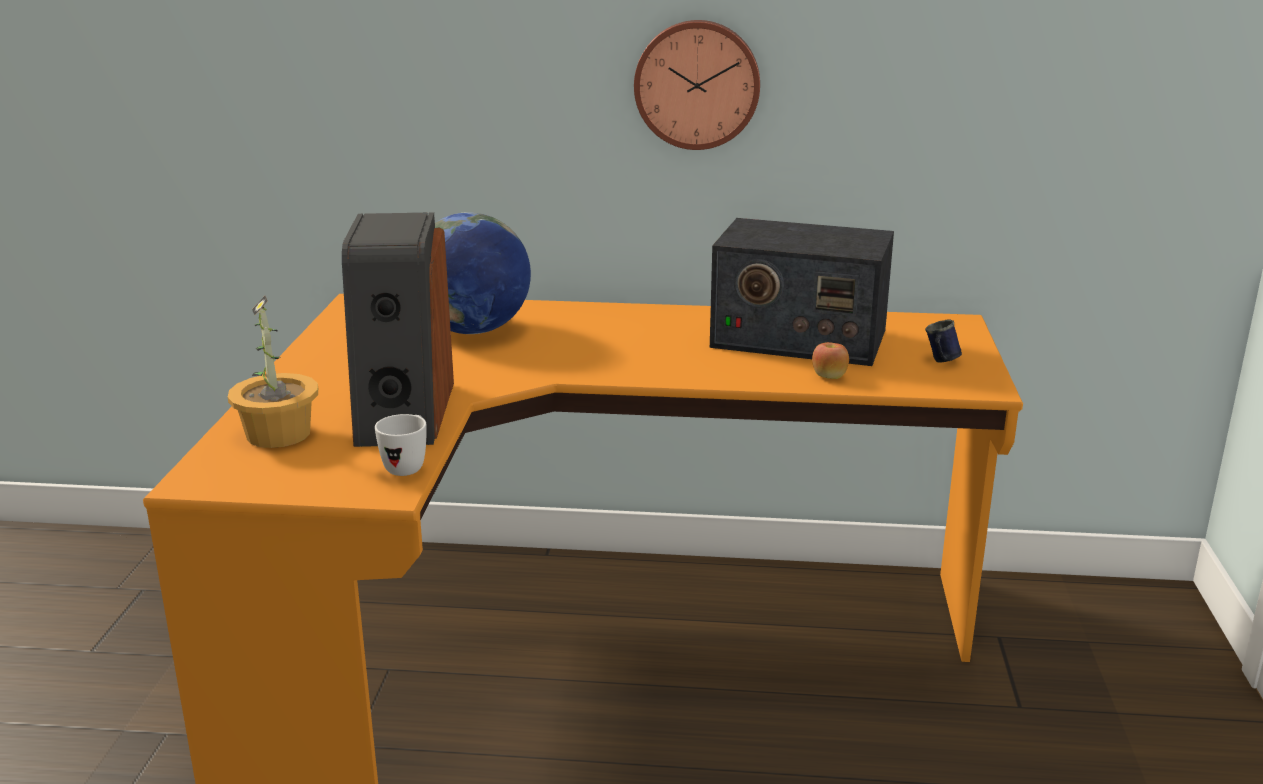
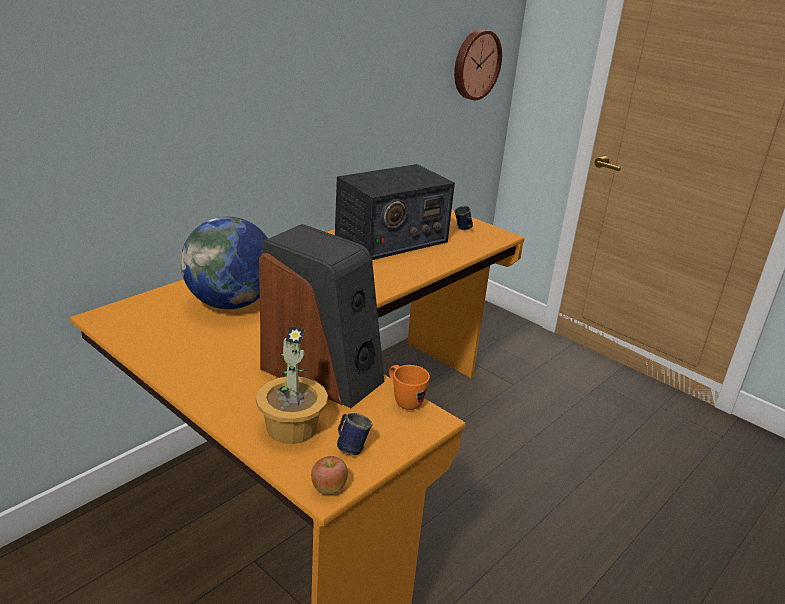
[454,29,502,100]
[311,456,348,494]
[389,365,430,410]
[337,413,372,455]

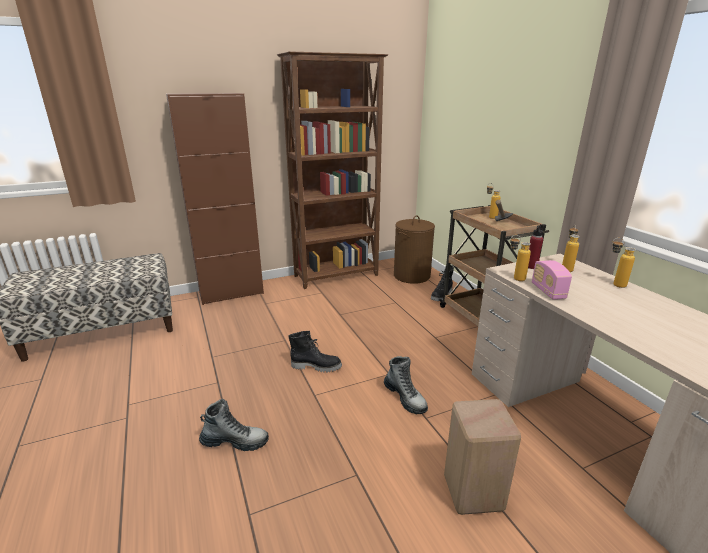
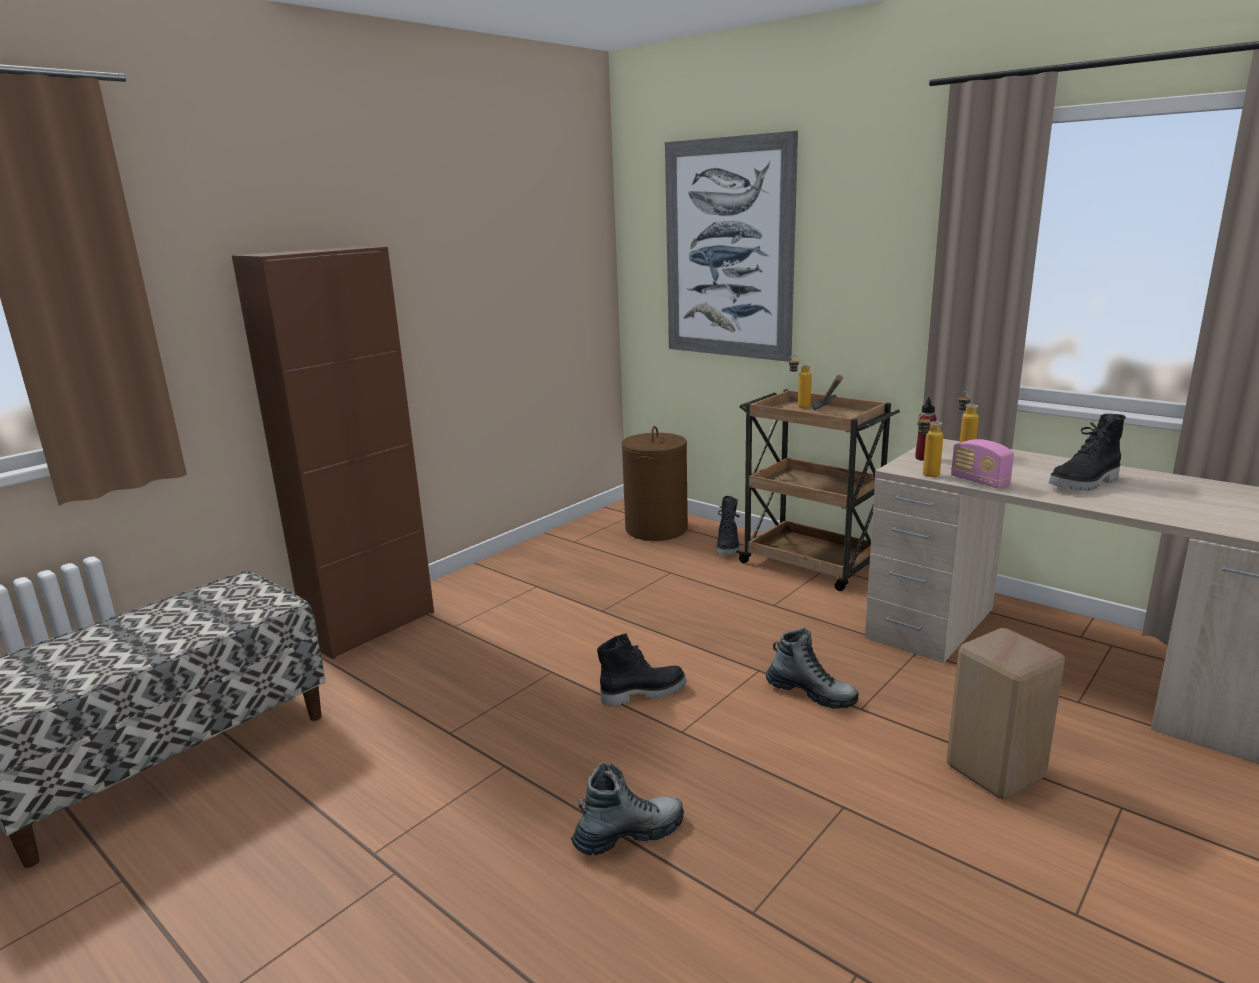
[277,51,388,289] (first image)
[612,238,636,288] (first image)
[665,131,798,362]
[1049,414,1126,491]

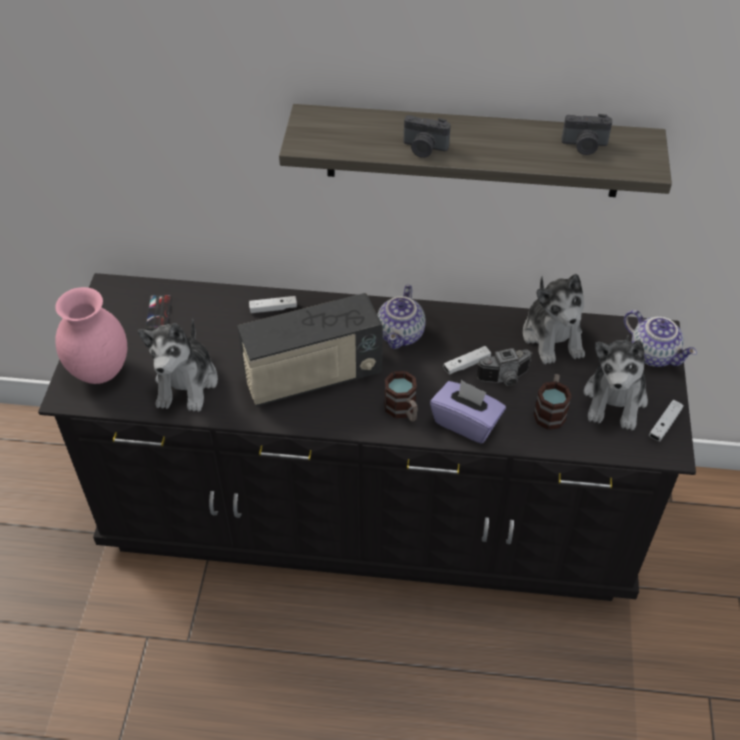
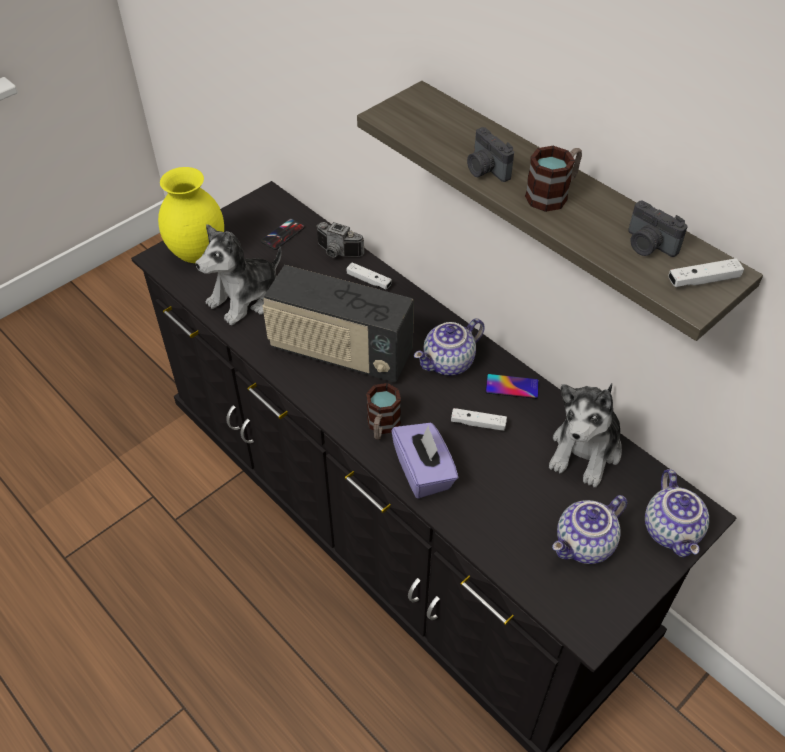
[158,167,224,263]
[552,495,627,564]
[316,222,364,257]
[525,146,582,212]
[668,258,744,287]
[485,374,539,399]

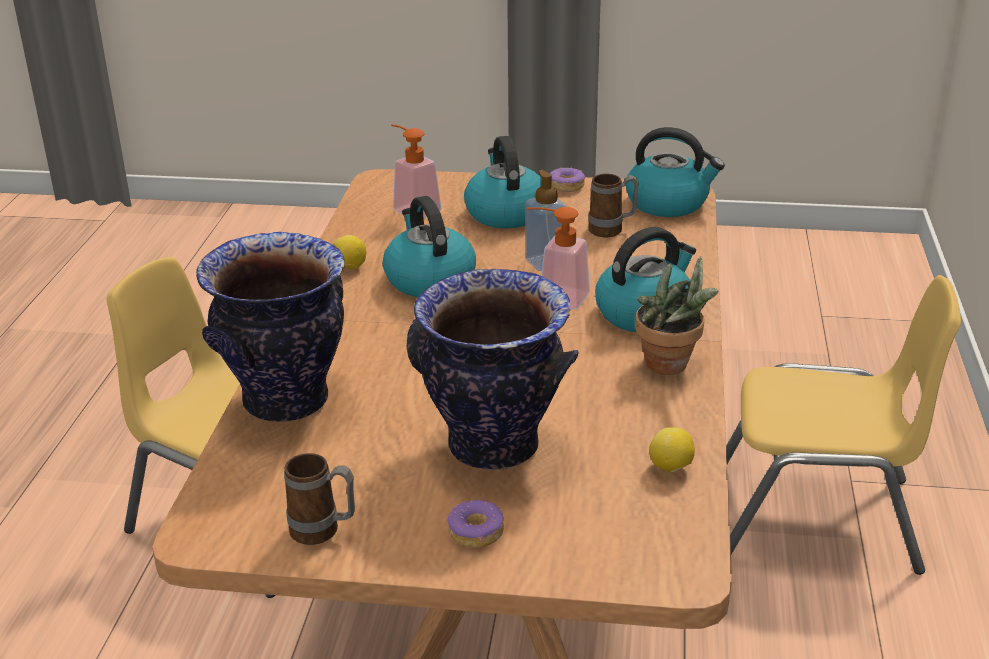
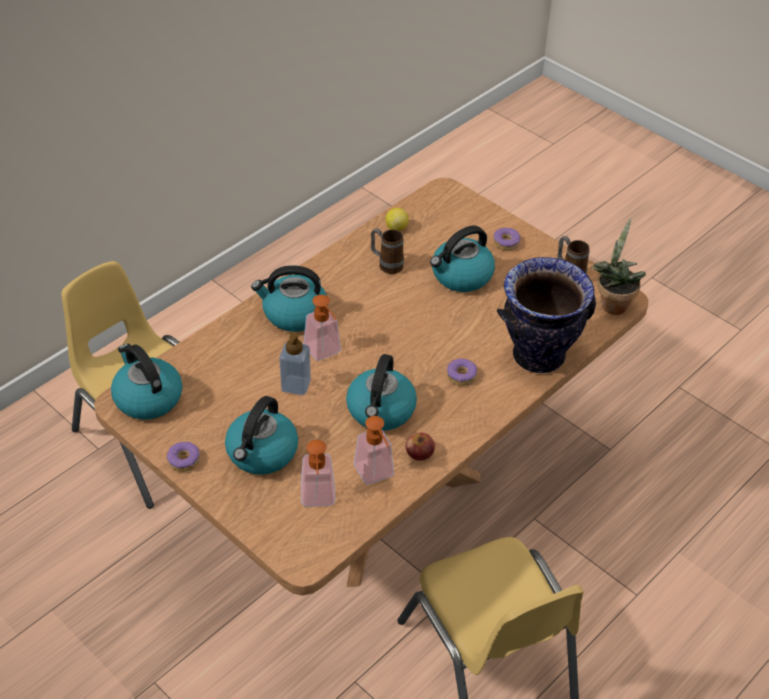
[371,228,404,274]
[406,432,435,461]
[591,218,646,315]
[430,226,495,292]
[447,359,477,386]
[354,416,394,485]

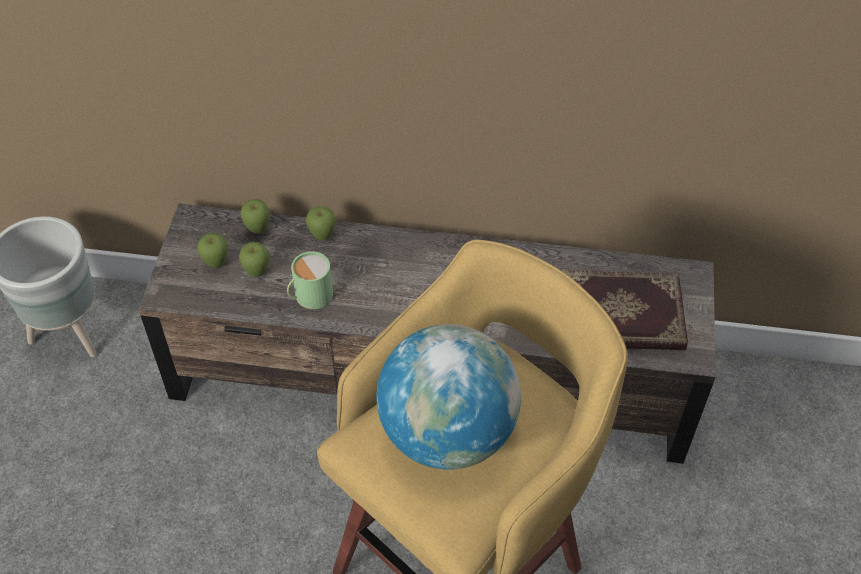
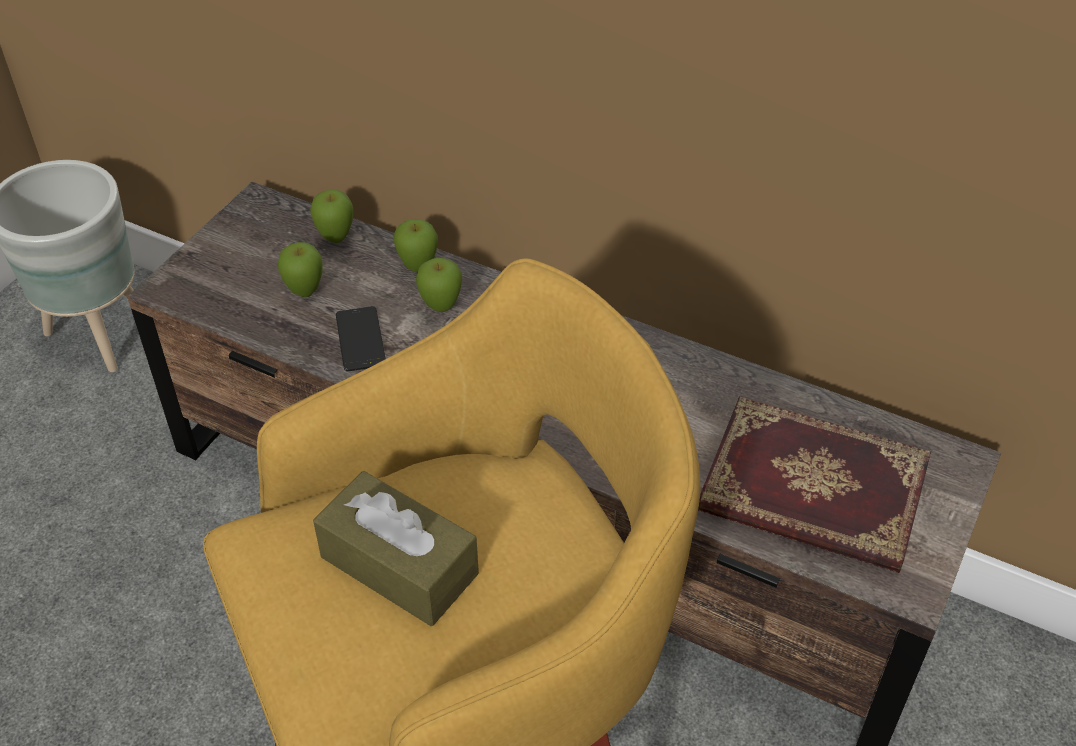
[416,258,462,312]
[336,306,386,371]
[313,471,479,626]

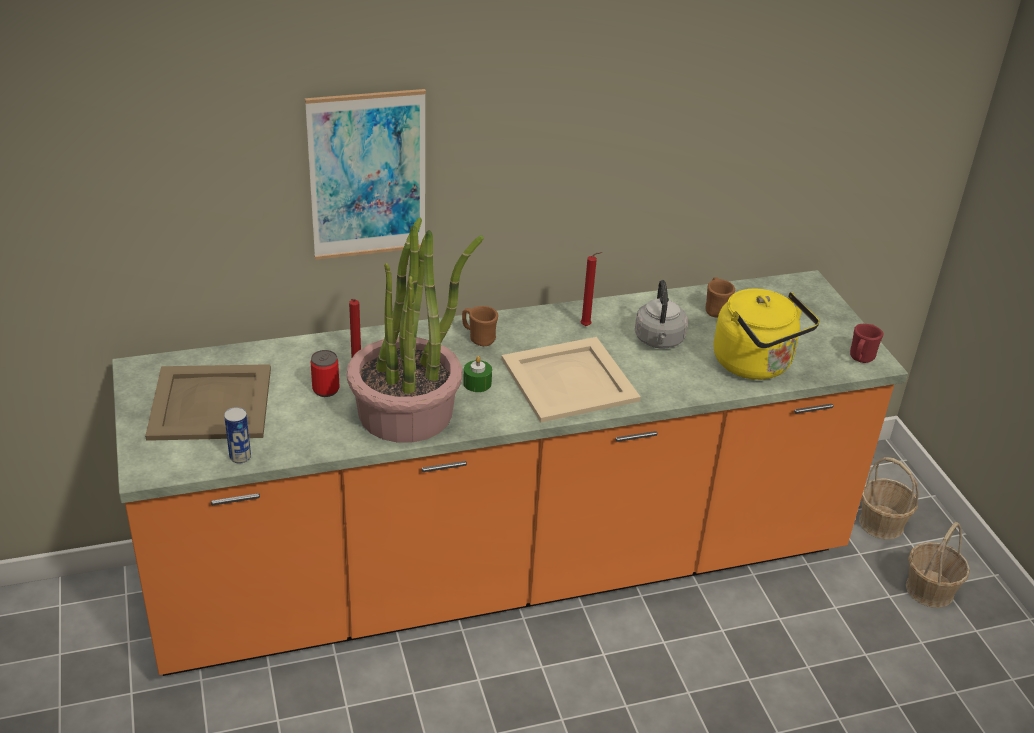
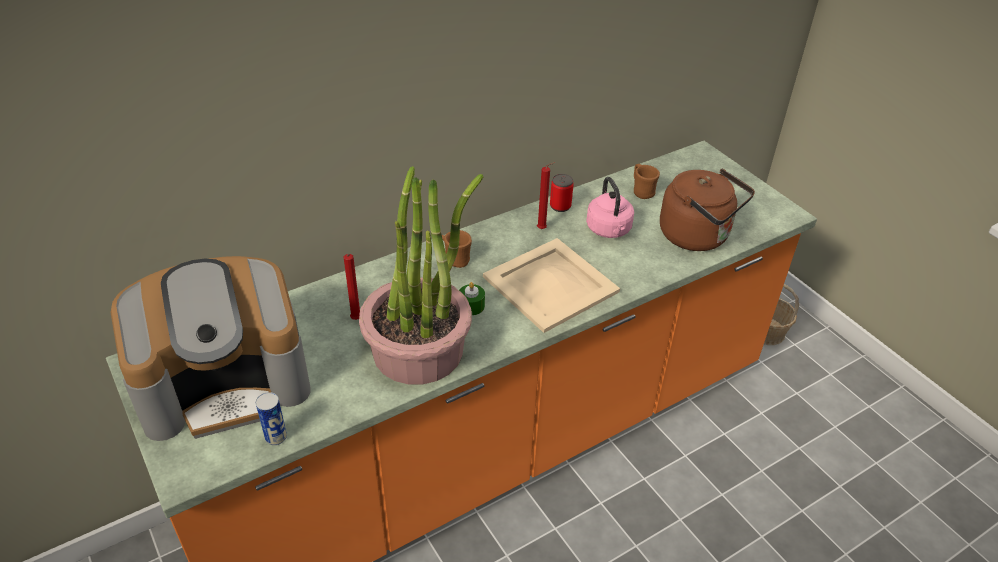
[305,89,426,260] (first image)
[586,177,634,238]
[660,169,755,251]
[850,324,884,363] (first image)
[550,174,574,212]
[111,256,310,441]
[906,522,970,608] (first image)

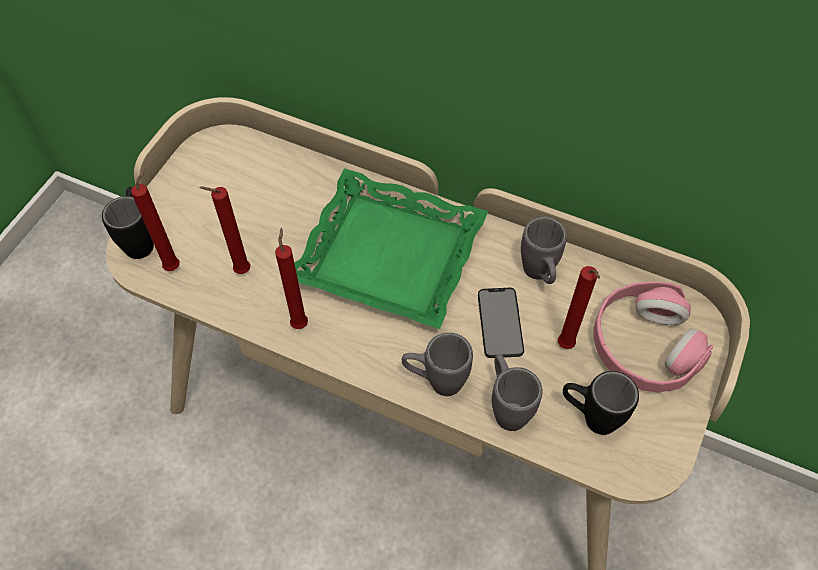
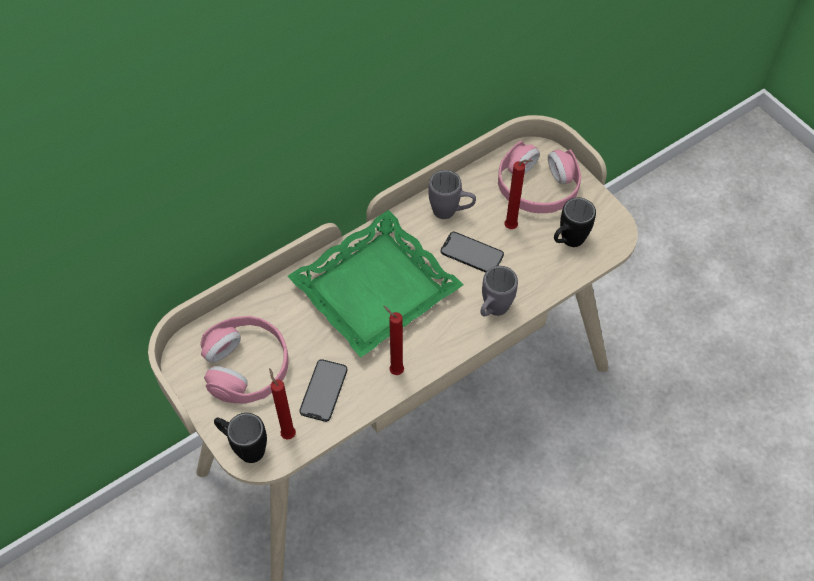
[299,359,347,422]
[492,354,542,431] (first image)
[200,316,289,403]

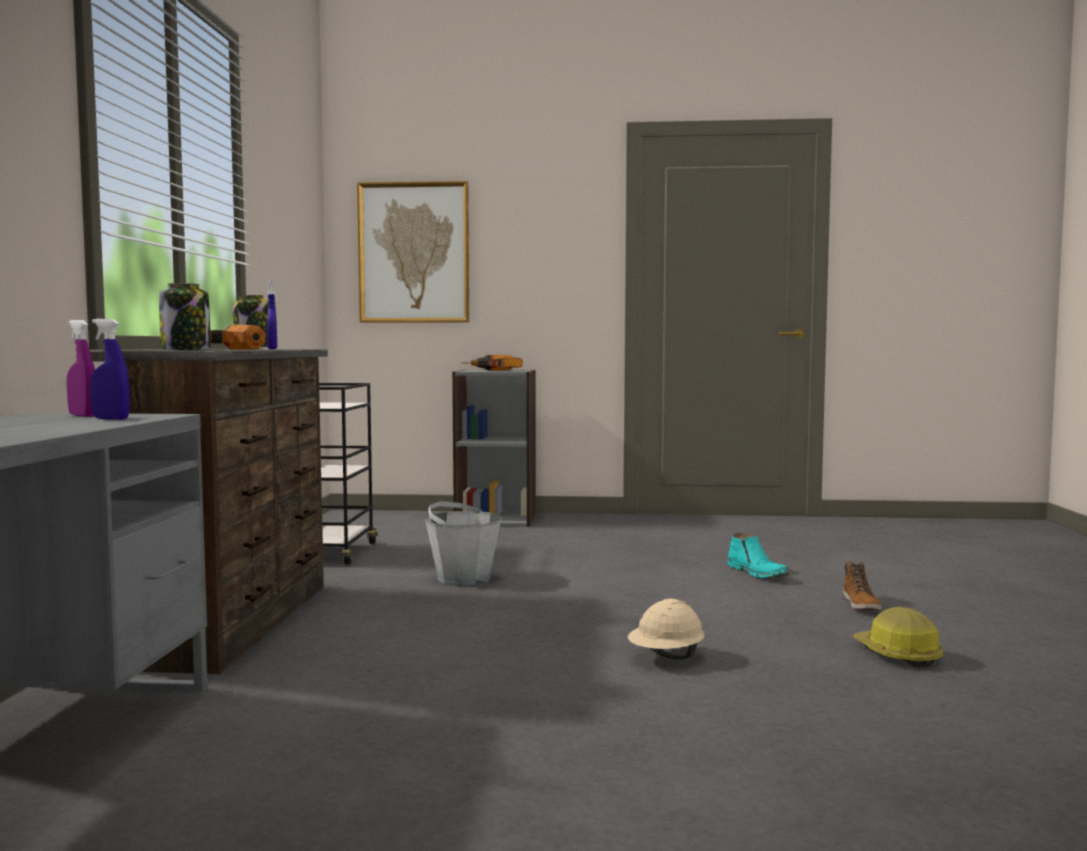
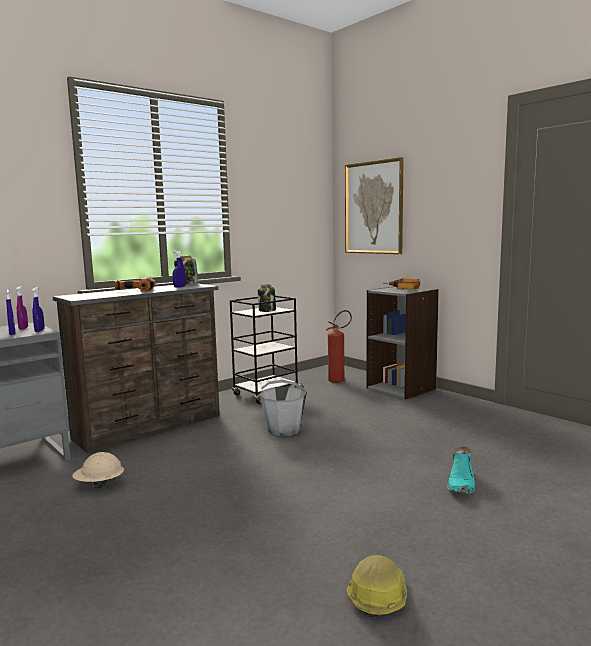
[258,284,276,312]
[843,562,881,611] (first image)
[72,452,124,489]
[32,287,45,332]
[326,310,352,383]

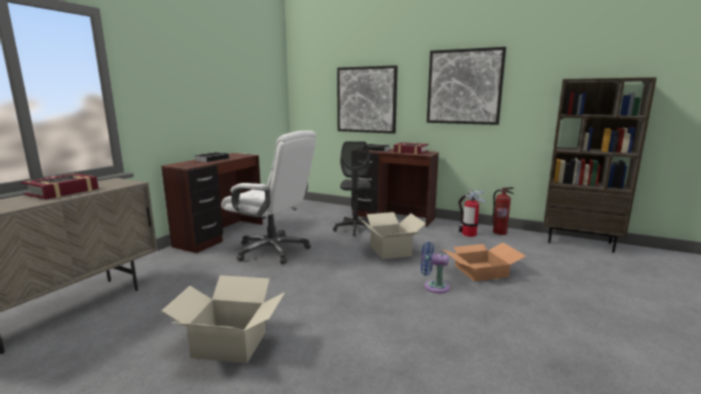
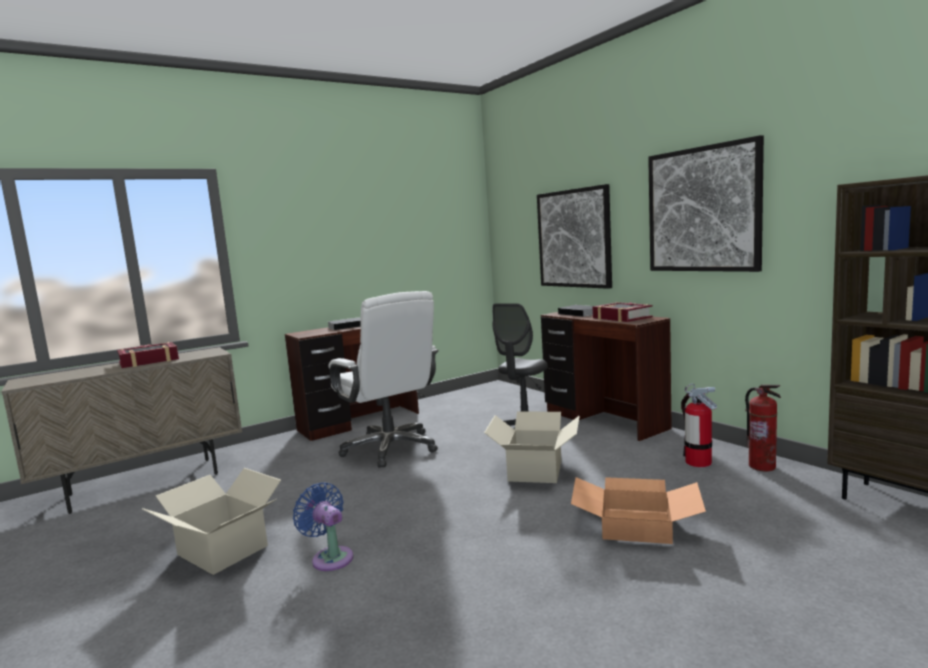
[293,483,354,571]

